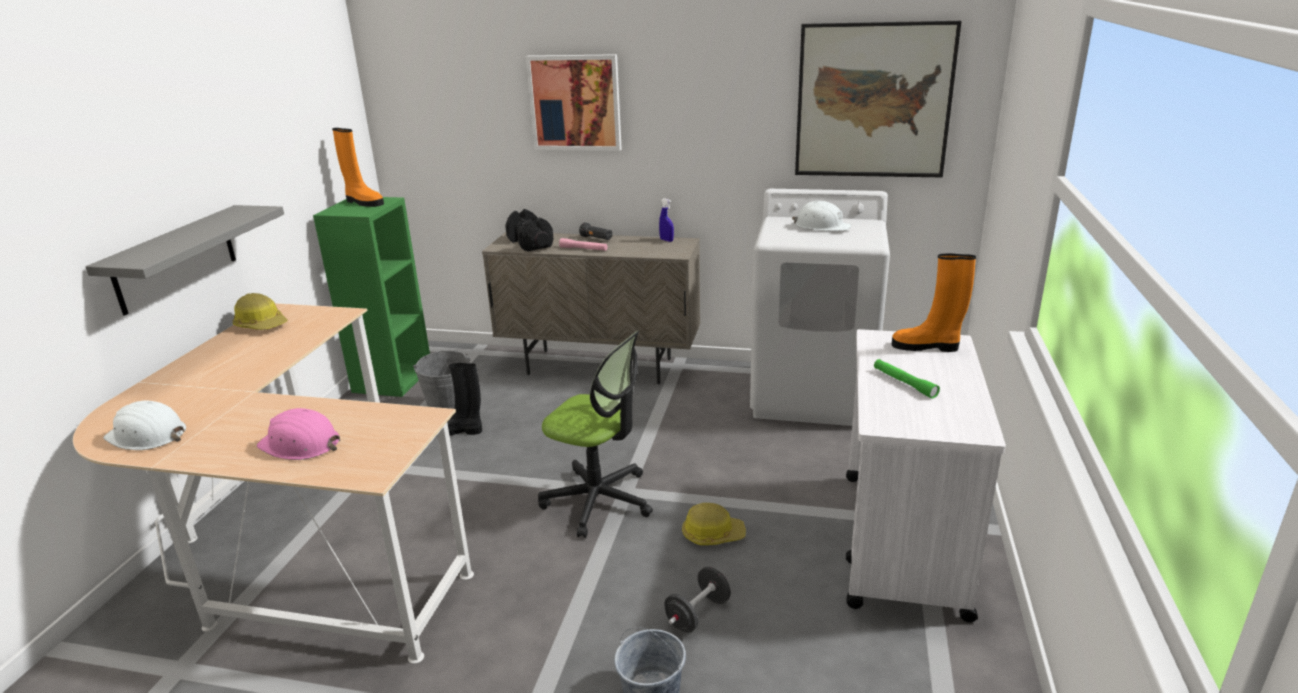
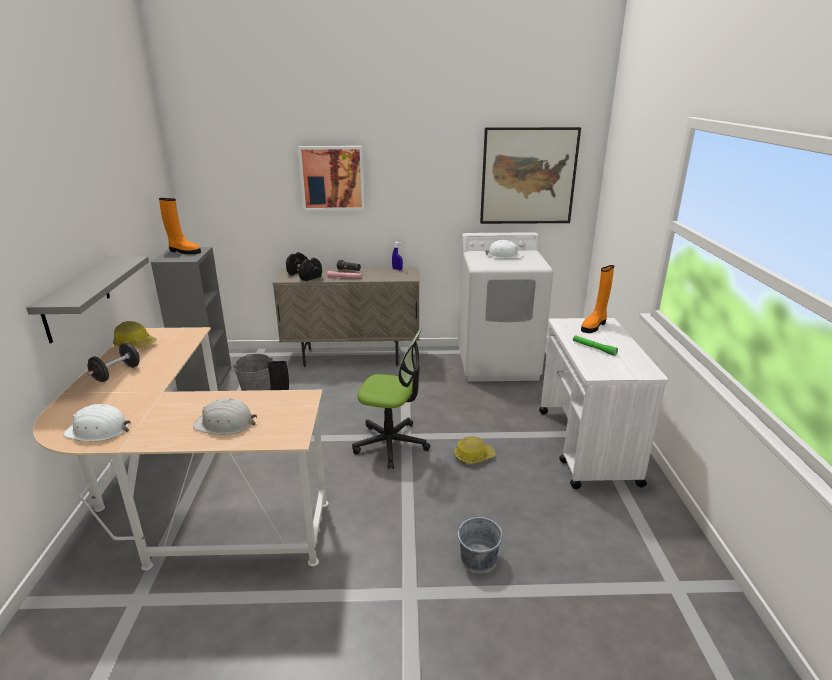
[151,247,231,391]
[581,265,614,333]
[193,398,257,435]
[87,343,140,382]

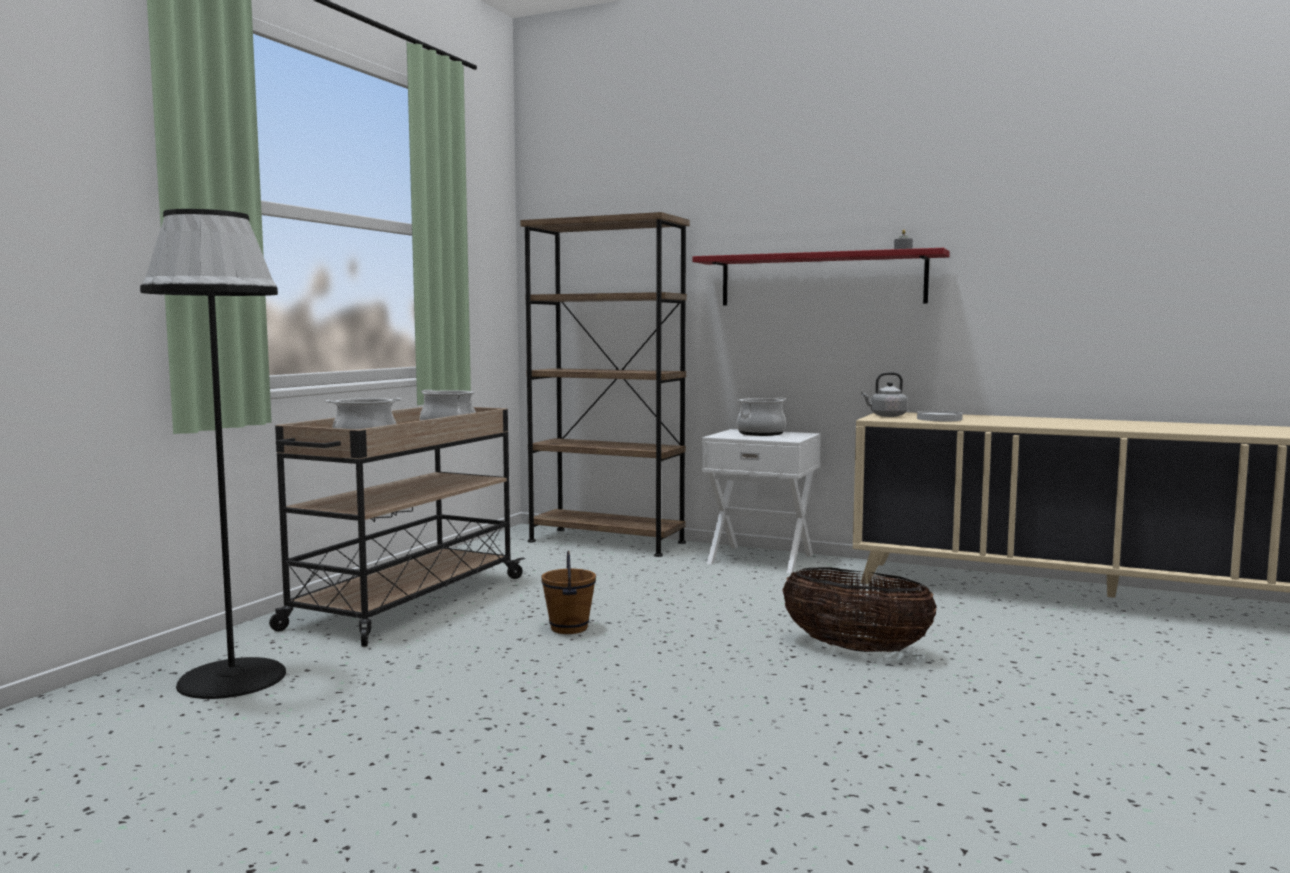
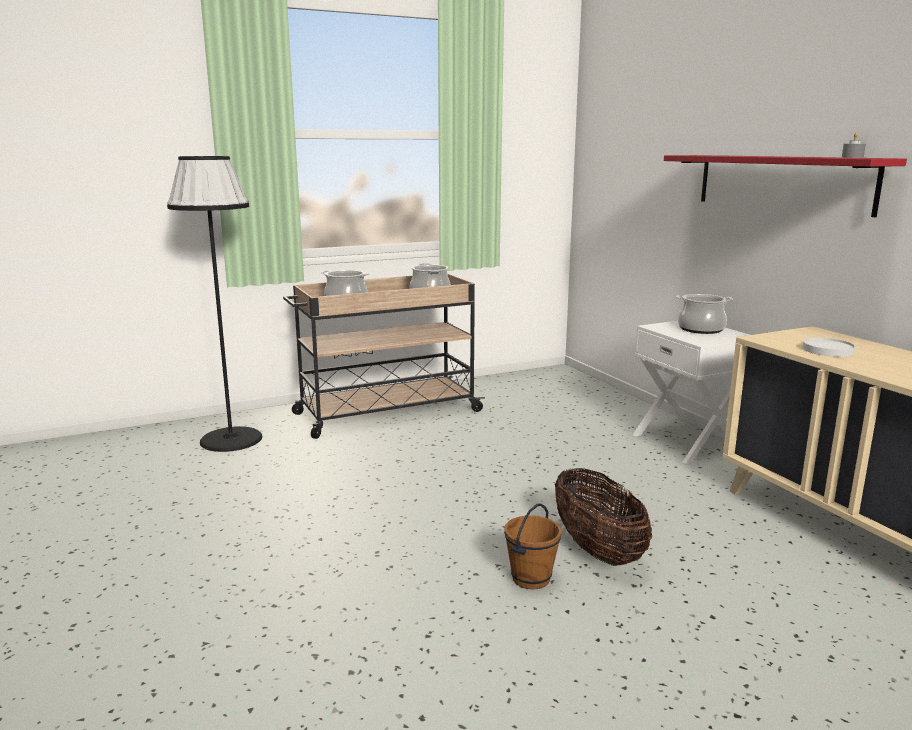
[520,212,690,557] (first image)
[861,372,908,417] (first image)
[504,503,562,589]

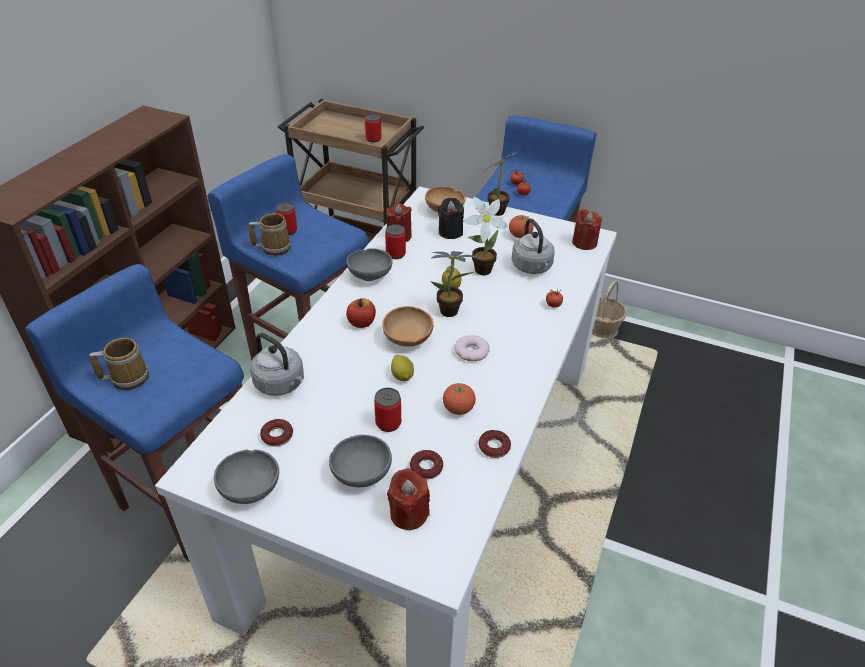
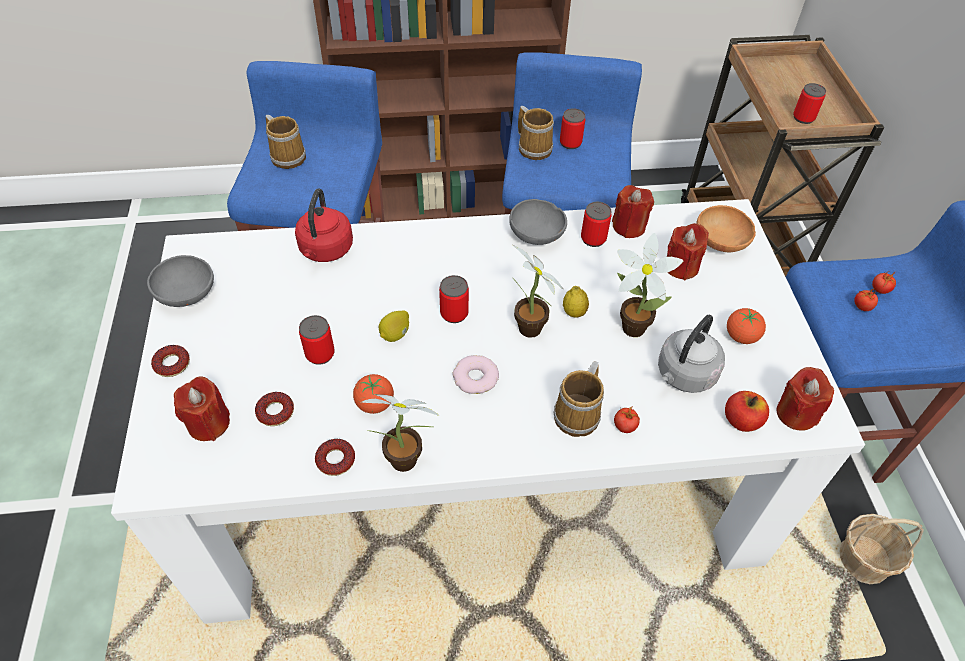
[362,394,439,472]
[667,223,709,280]
[725,391,769,432]
[439,275,469,323]
[295,188,353,262]
[151,345,190,377]
[329,435,392,487] (first image)
[553,361,604,437]

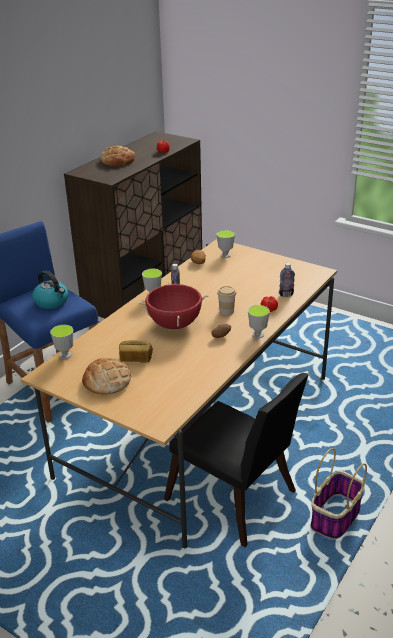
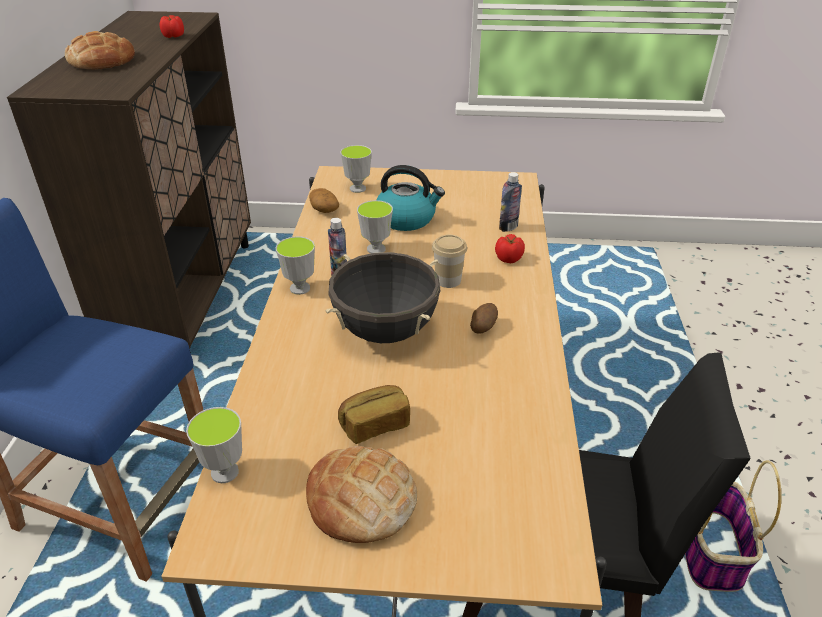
[376,165,445,231]
[325,252,441,343]
[357,200,393,253]

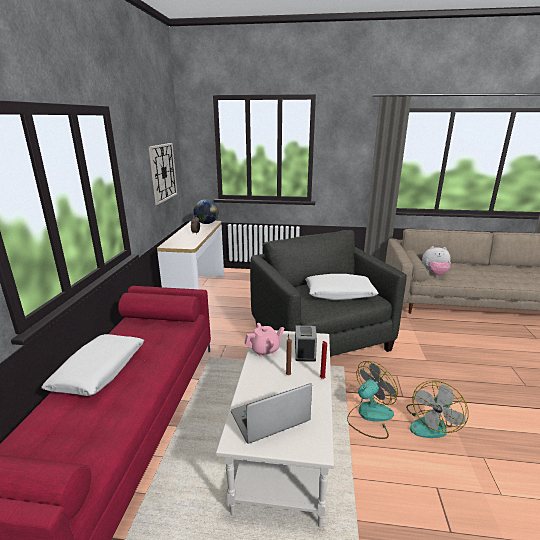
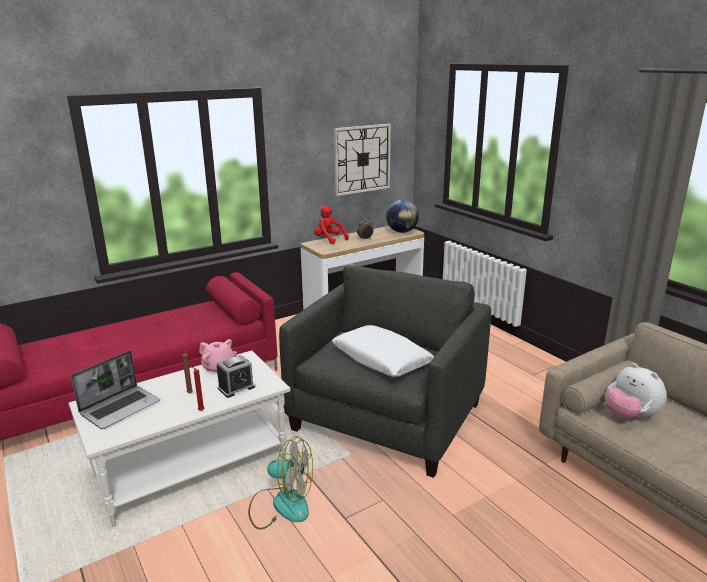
[42,334,144,396] (first image)
[406,380,468,438] (first image)
[71,351,160,429]
[314,206,349,244]

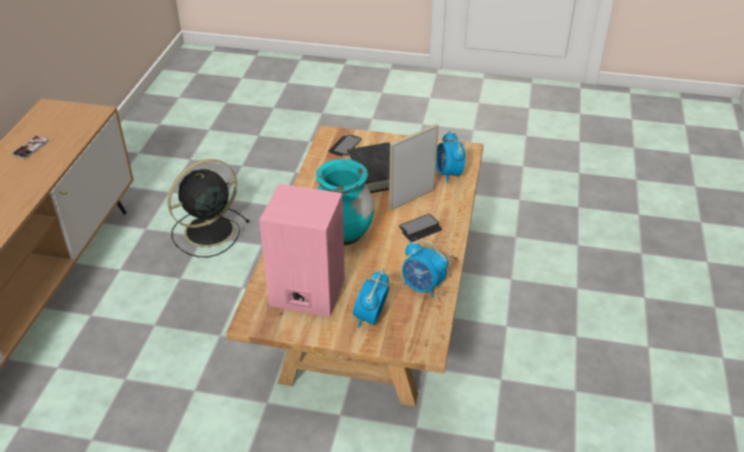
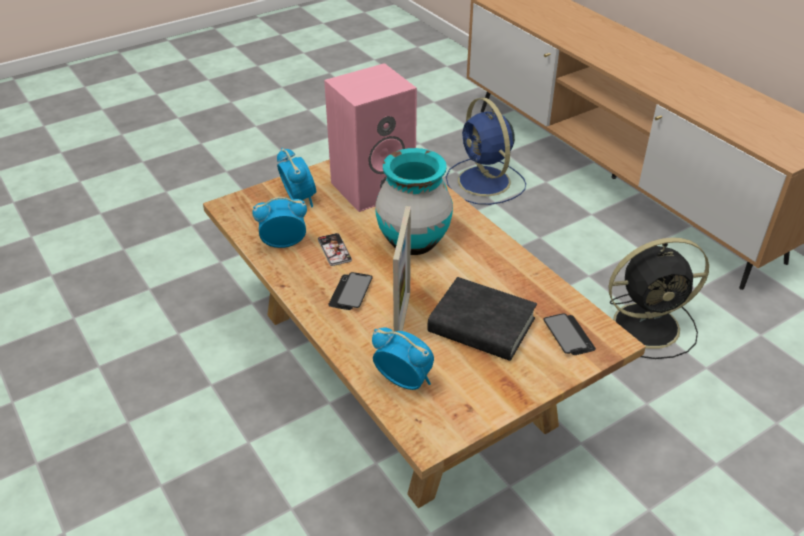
[318,233,352,266]
[609,237,709,359]
[446,97,526,205]

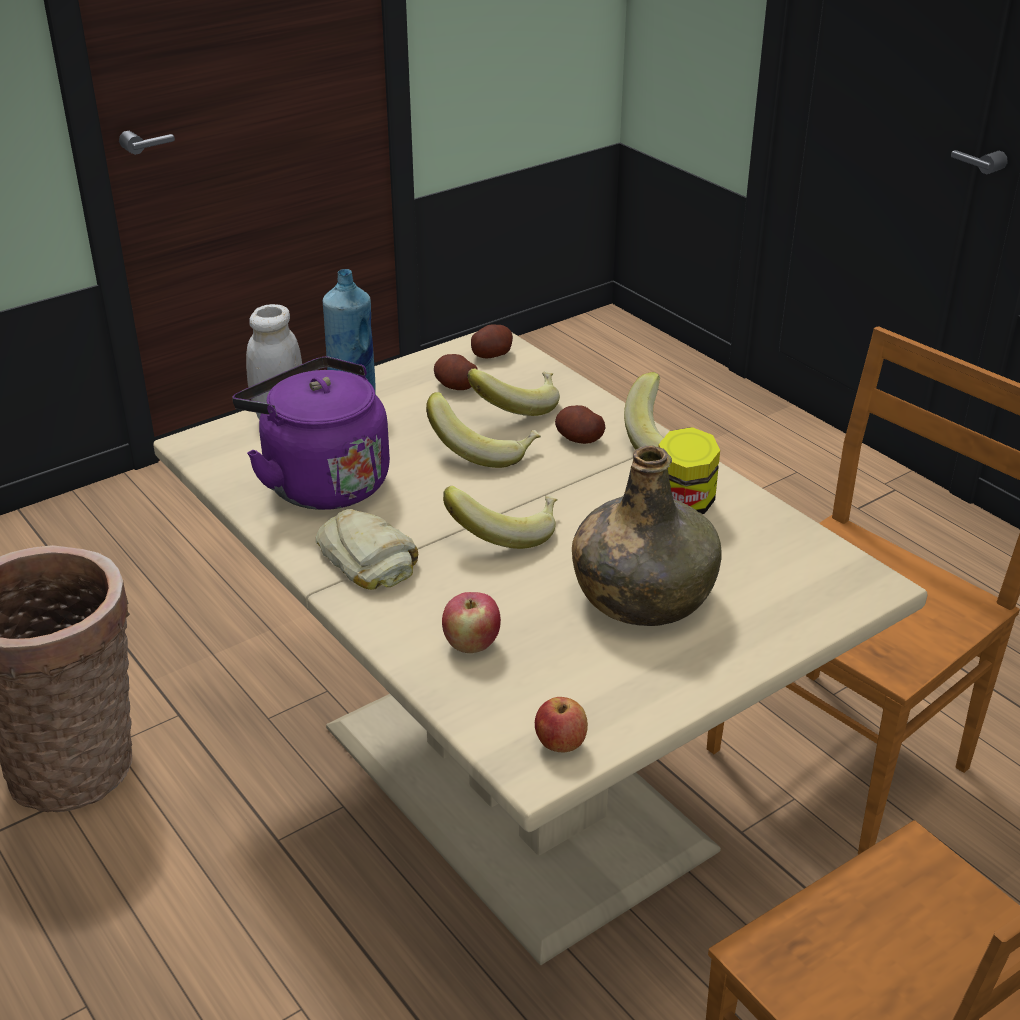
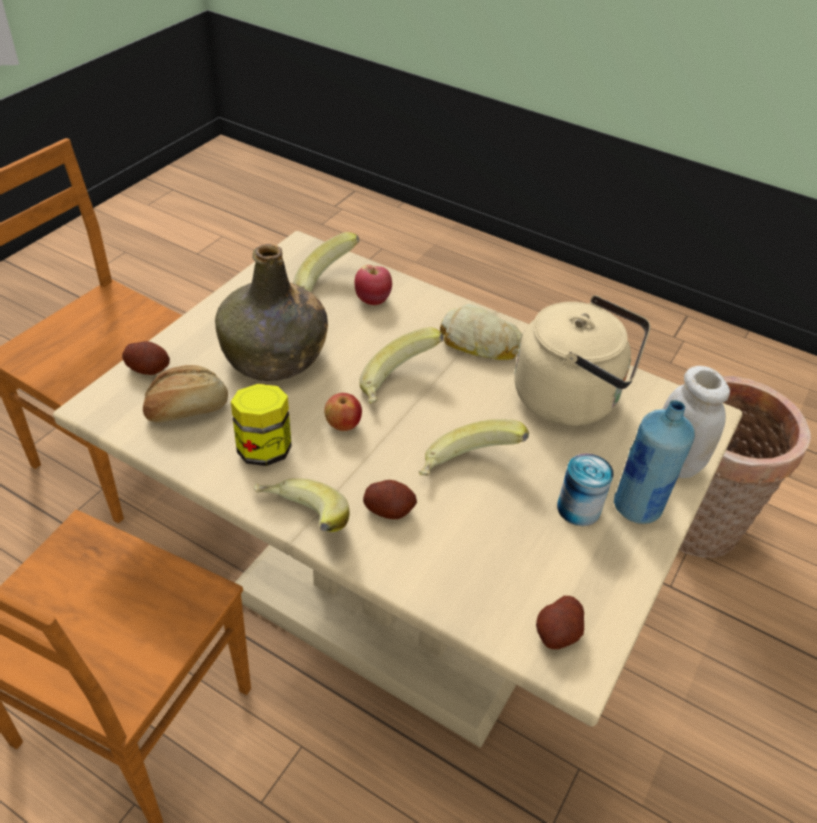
[122,341,170,375]
[514,295,651,426]
[293,232,359,292]
[324,393,362,431]
[143,365,228,422]
[557,453,614,526]

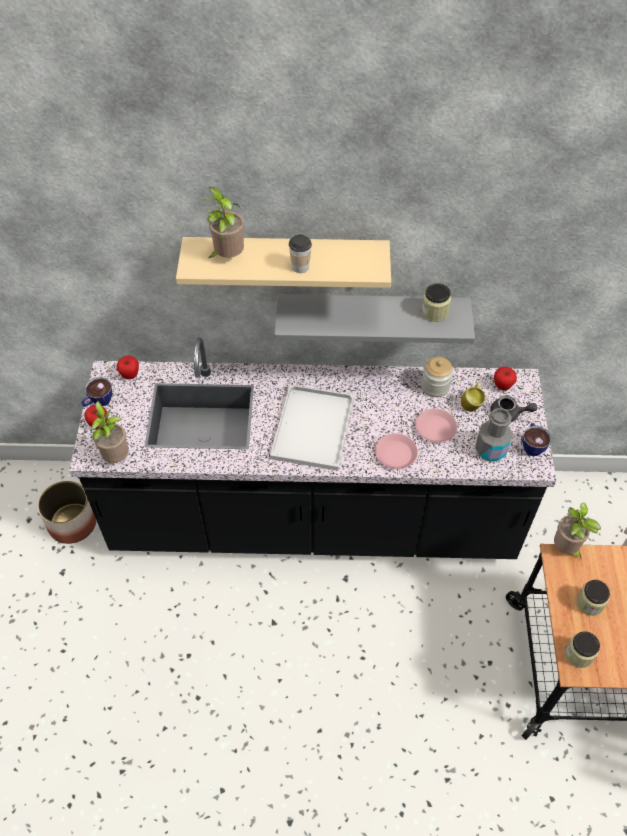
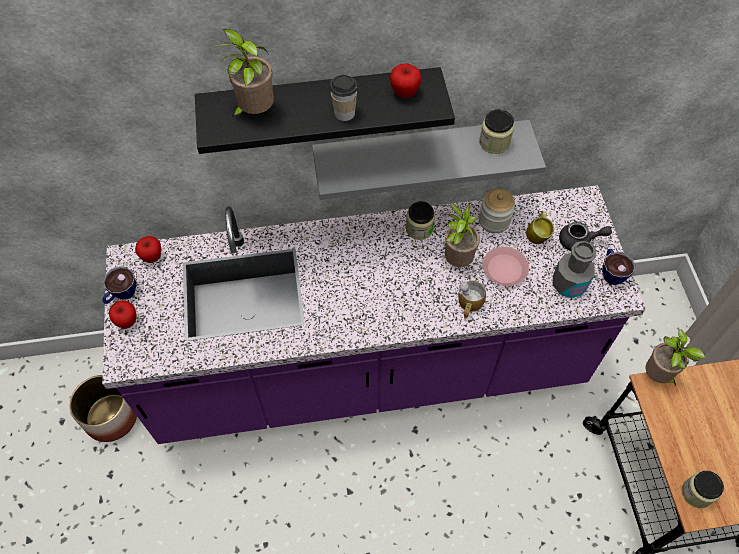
[195,67,455,154]
[102,185,646,444]
[390,63,421,98]
[270,385,354,471] (first image)
[445,202,480,267]
[457,280,486,319]
[406,201,435,240]

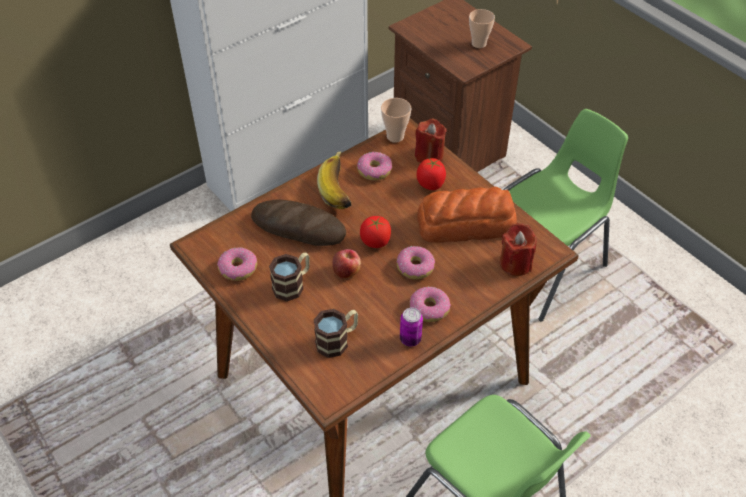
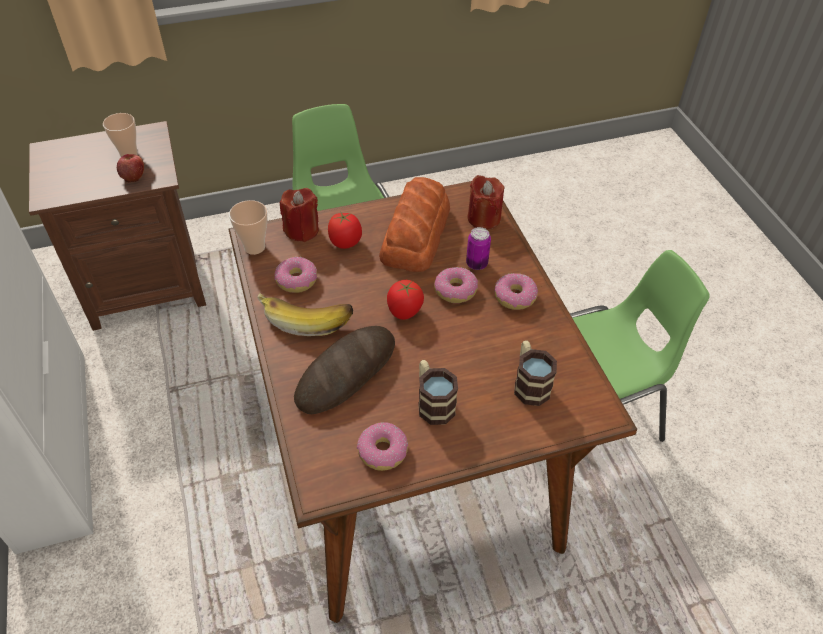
[117,154,144,183]
[466,227,491,270]

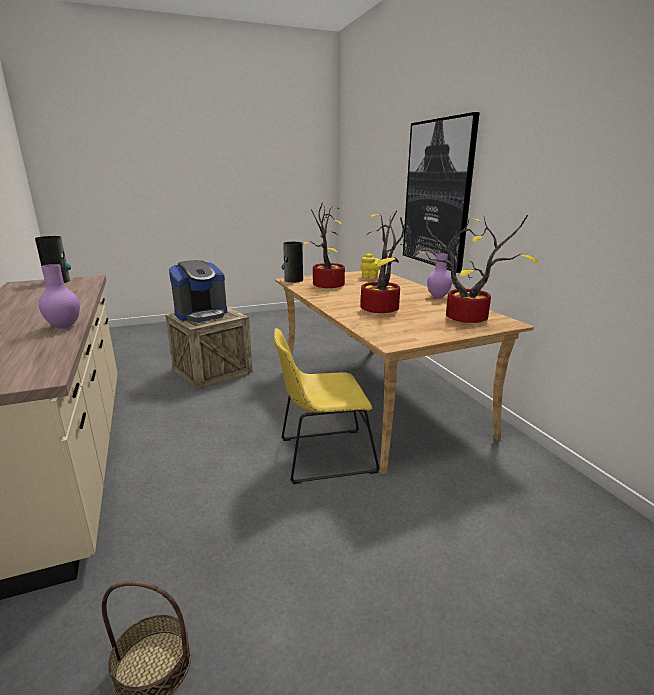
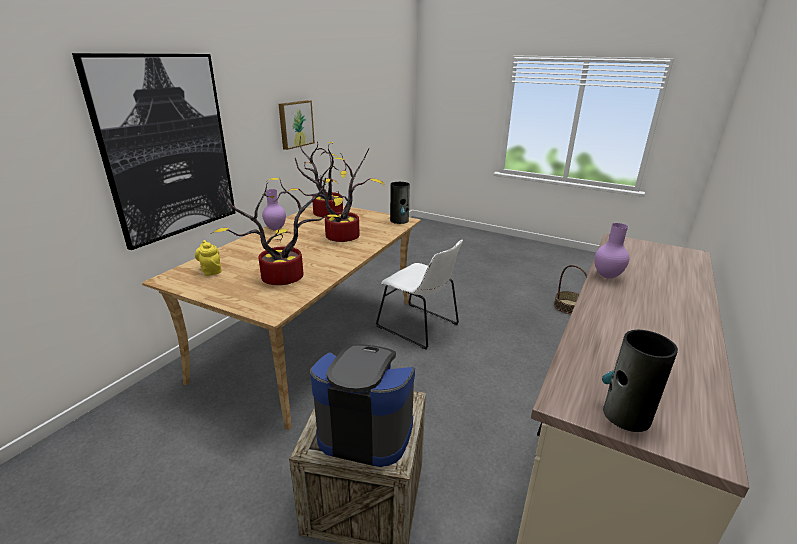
[390,182,410,224]
[376,240,463,350]
[279,100,315,150]

